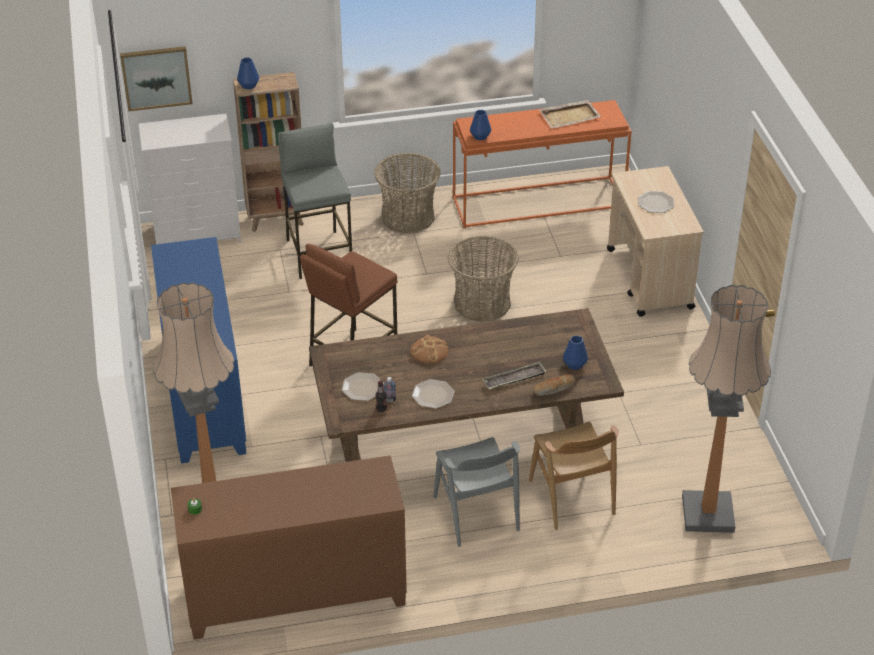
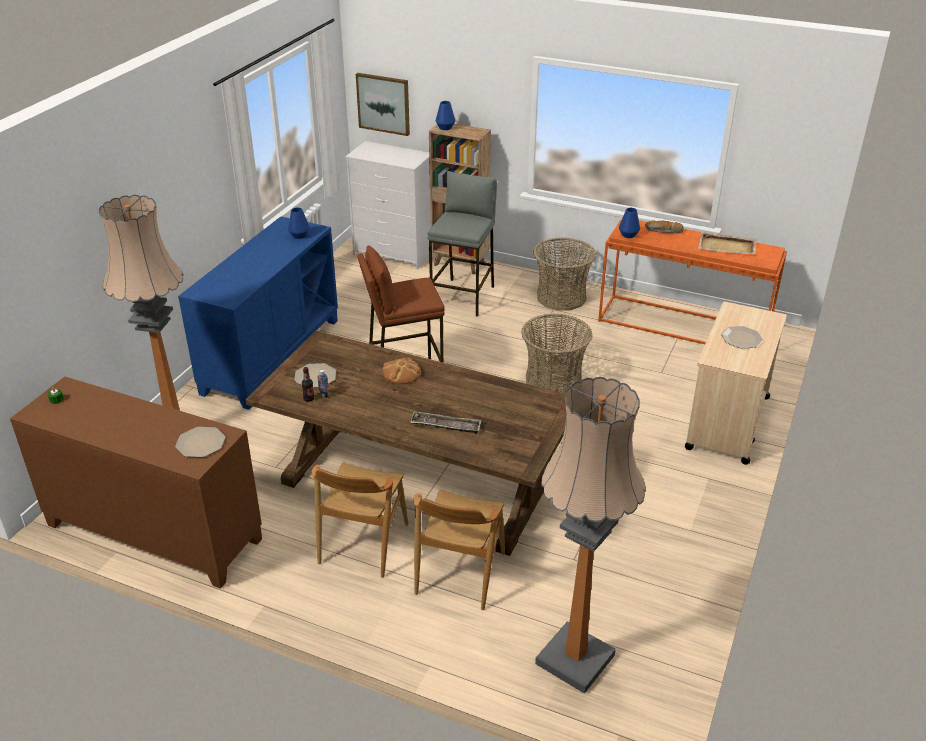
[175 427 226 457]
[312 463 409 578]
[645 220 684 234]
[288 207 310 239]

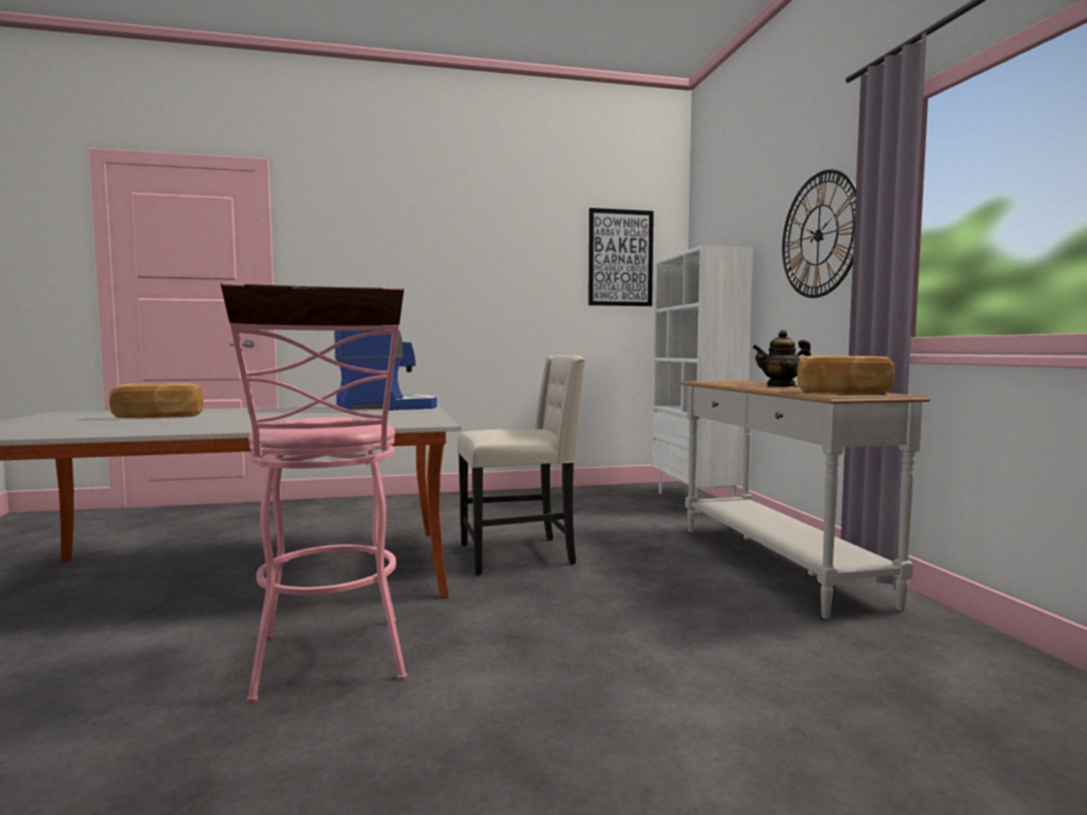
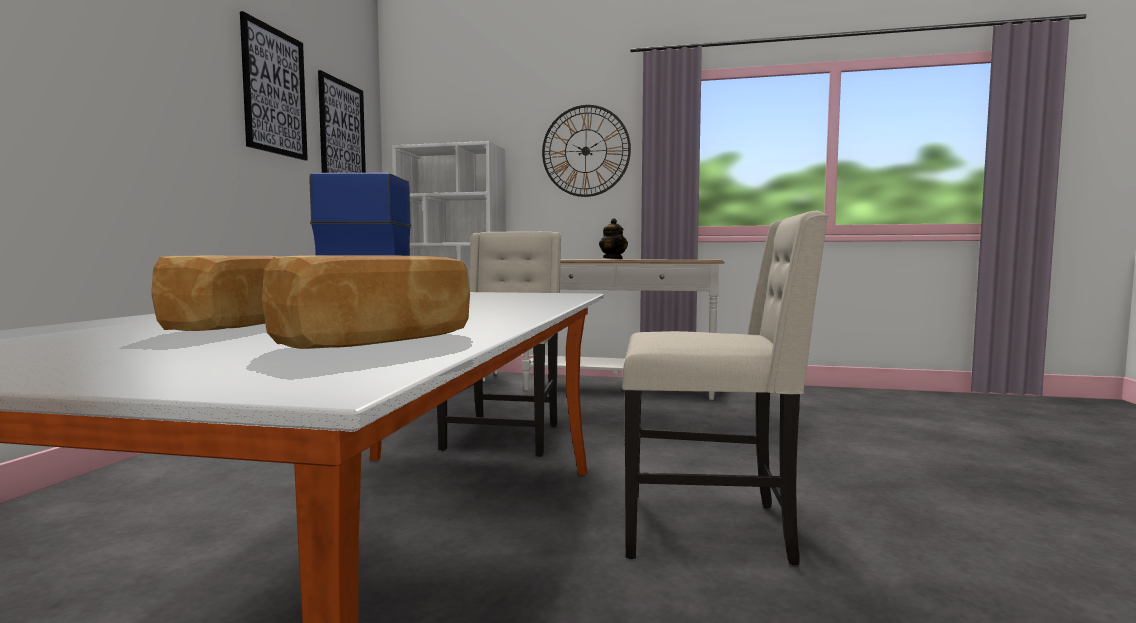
[622 211 828 565]
[599 218 628 259]
[262 255 470 349]
[240 11 308 161]

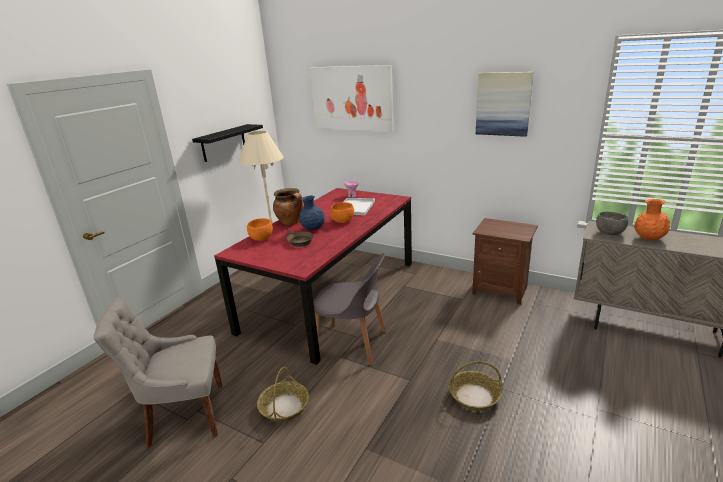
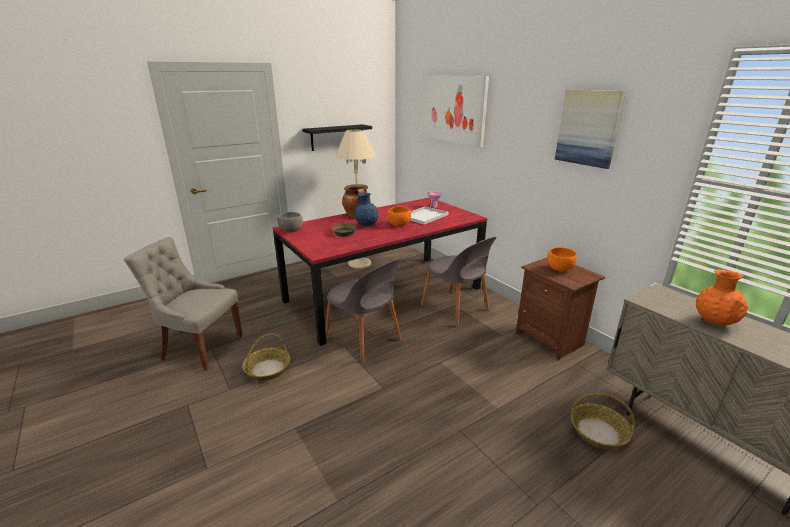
[547 247 577 271]
[571 393 635 449]
[278 212 303 232]
[421 237 497 327]

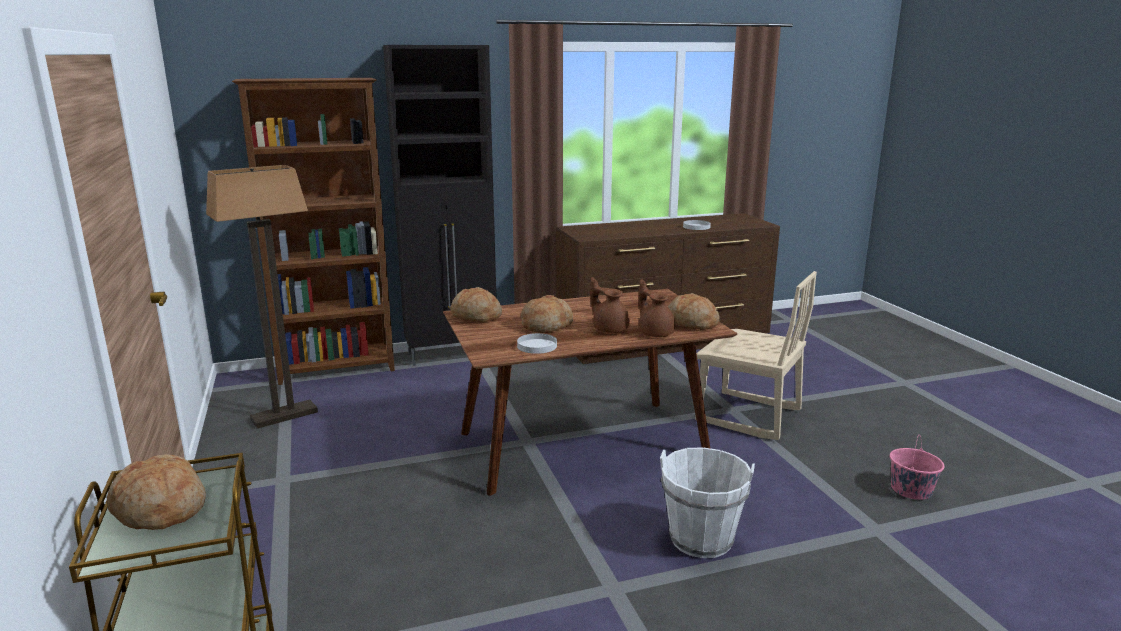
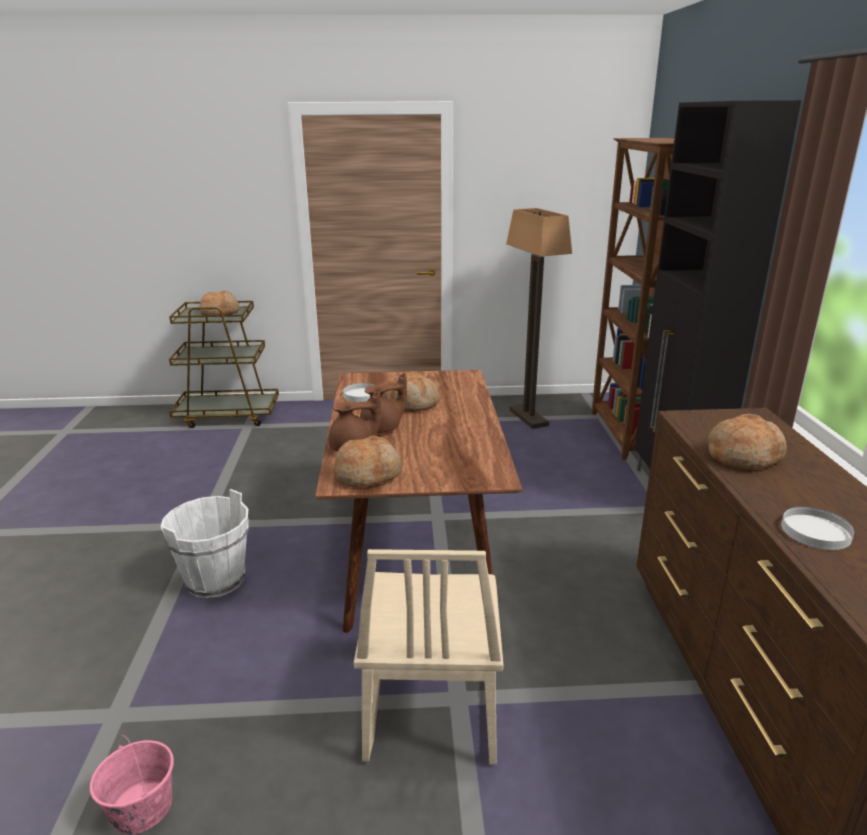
[708 414 787 470]
[354 549 503 765]

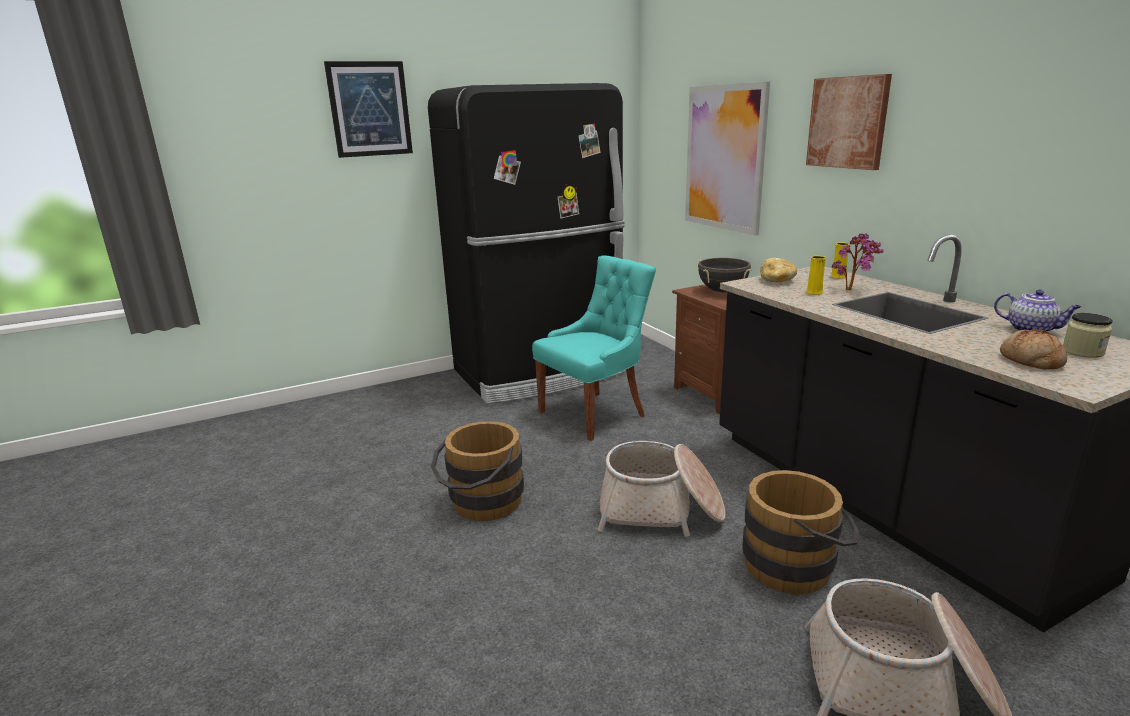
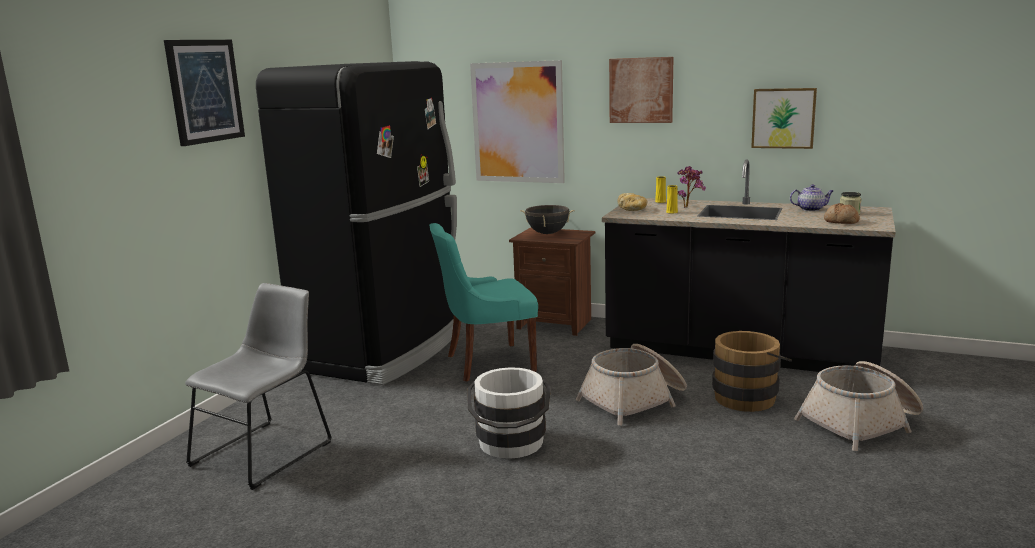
[467 367 551 459]
[429 223 538 382]
[185 283 332 490]
[751 88 817 149]

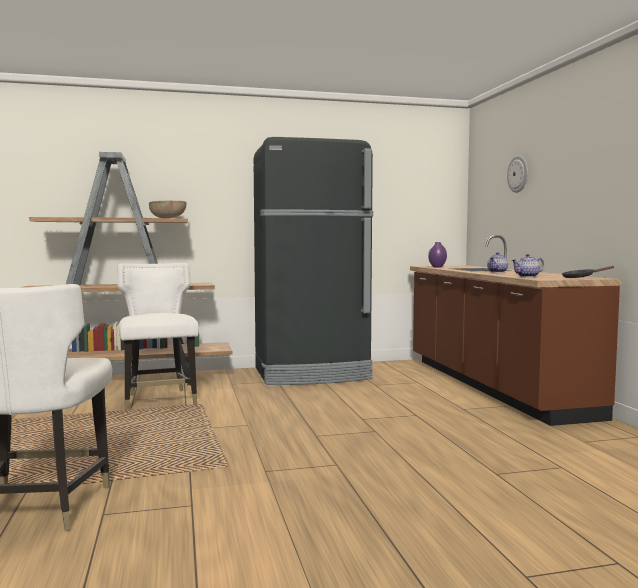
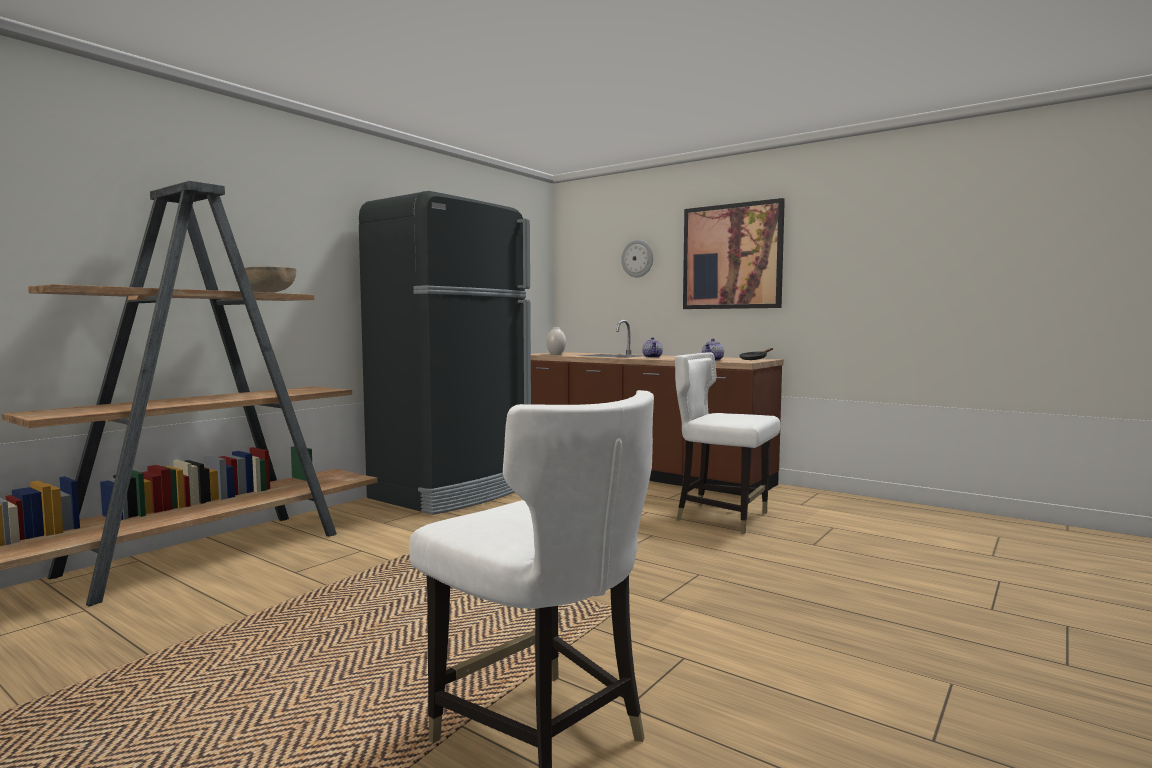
[675 352 780 534]
[546 327 566 355]
[683 198 785 309]

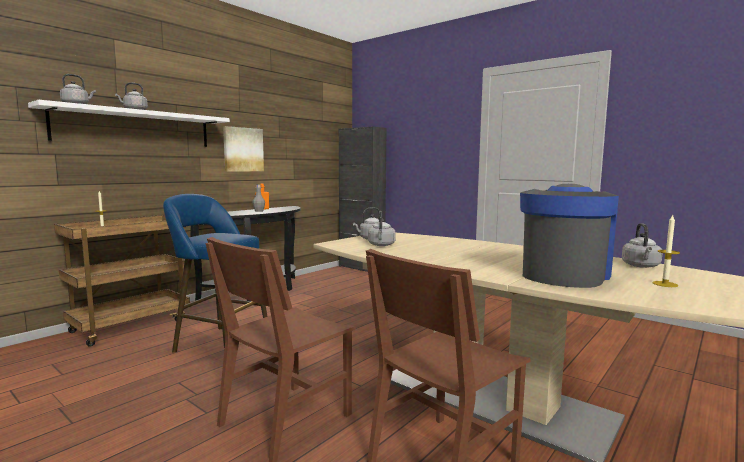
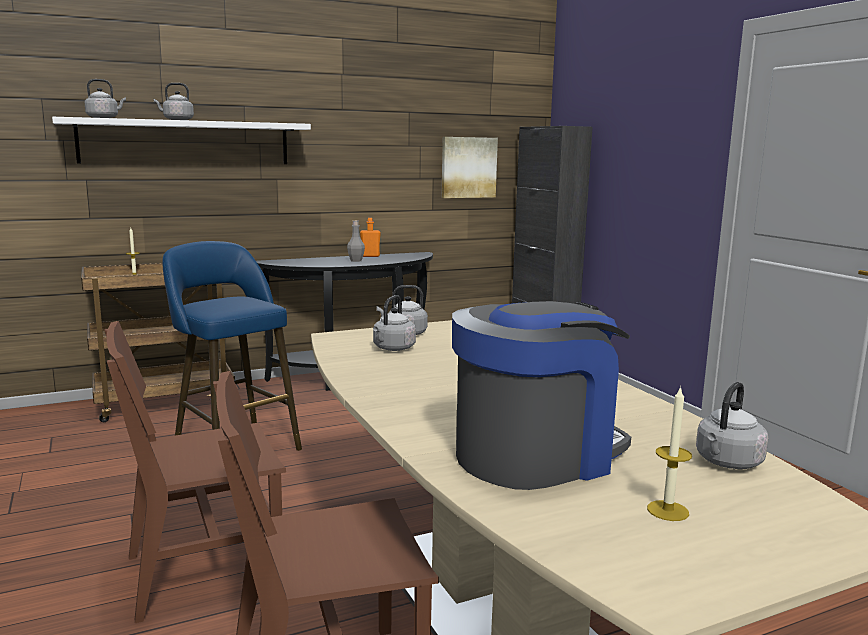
[441 137 498 198]

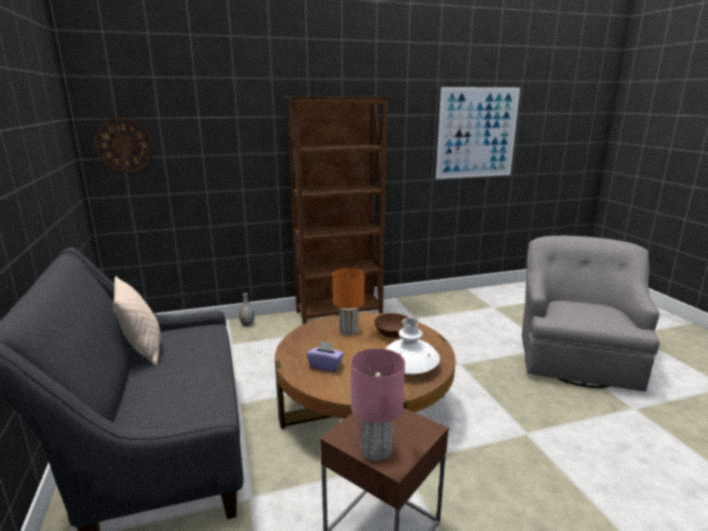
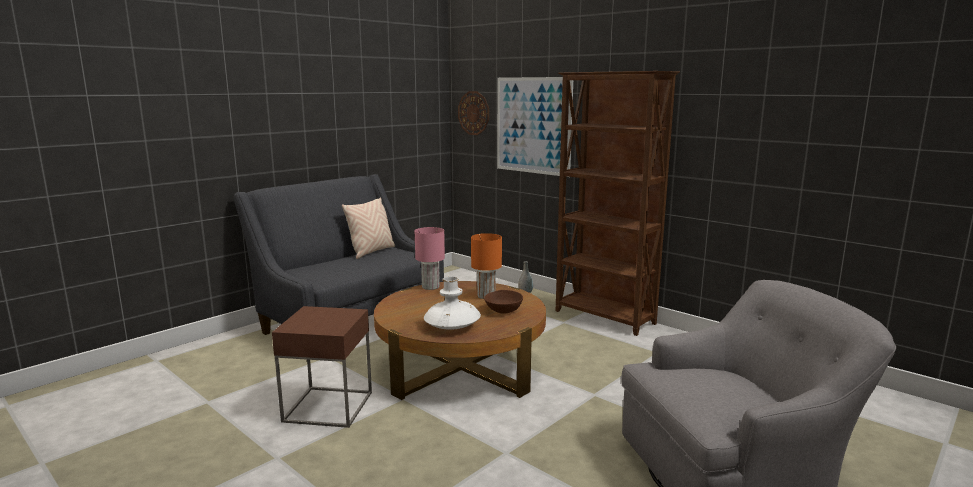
[307 341 344 372] (first image)
[415 227 445 290]
[497 77 573 177]

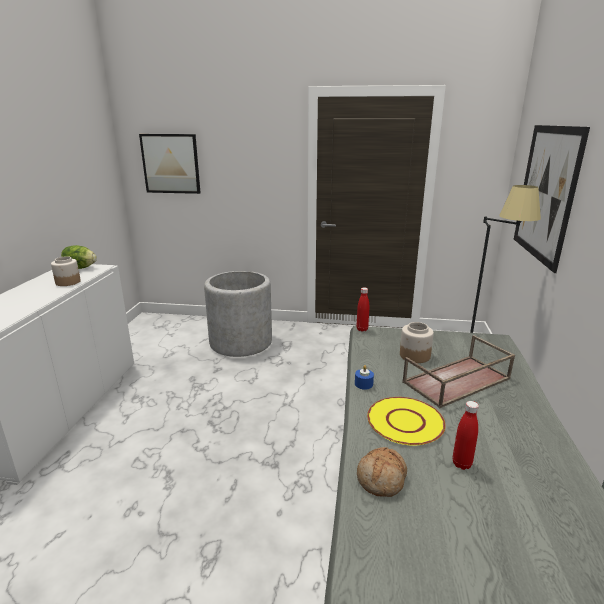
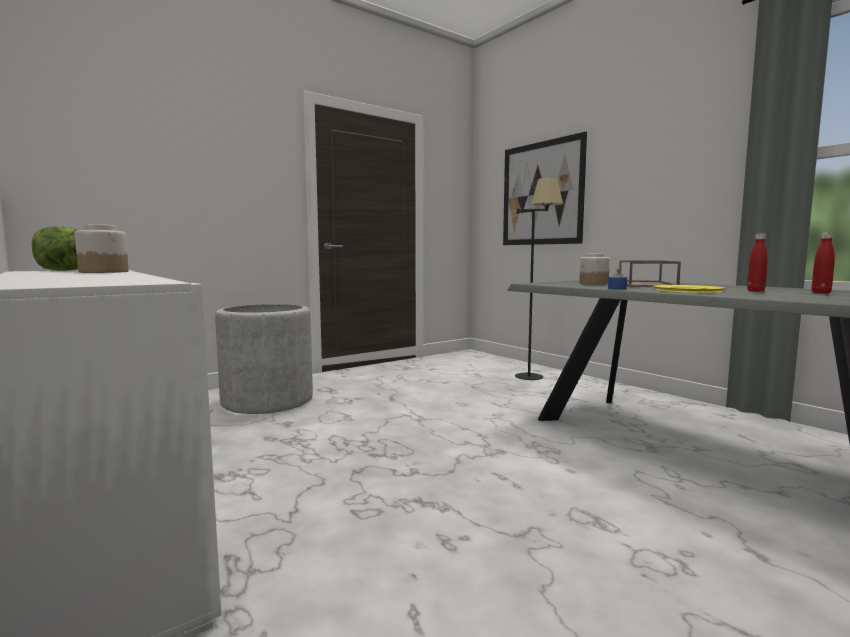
[139 134 201 194] (first image)
[811 233 835 294]
[357 447 407 497] (first image)

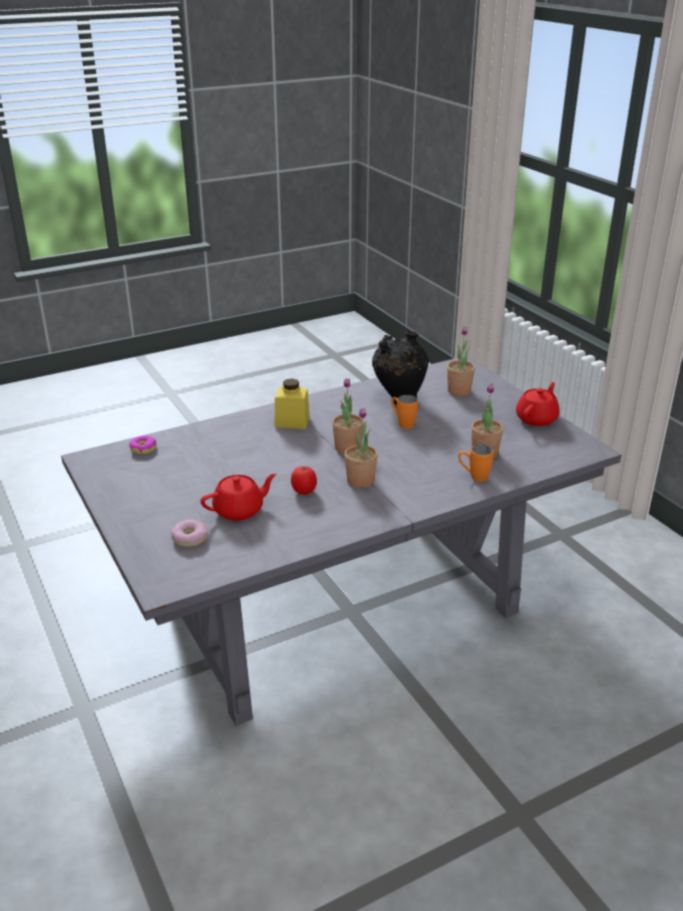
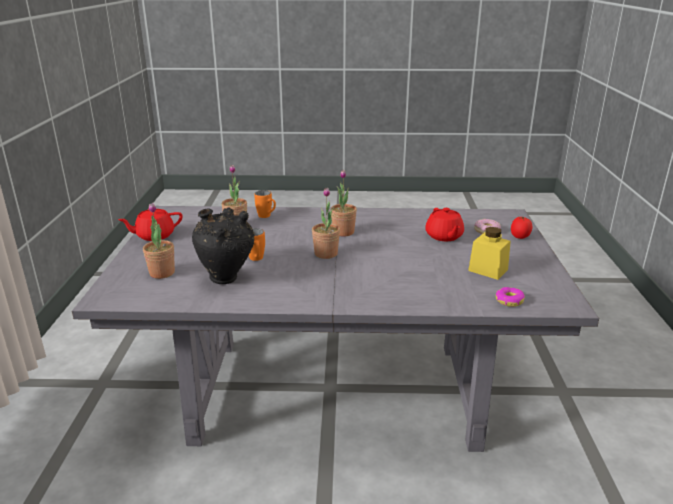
[425 208 464 241]
[468 227 511 280]
[511 217 532 239]

